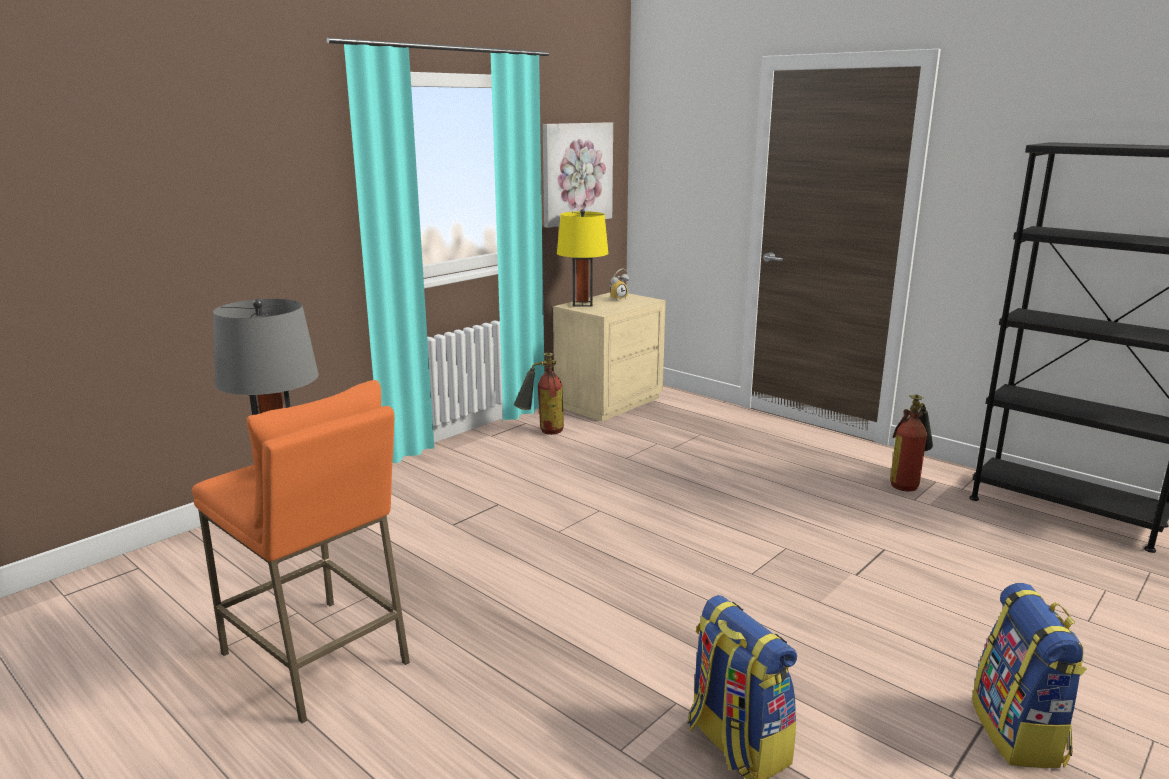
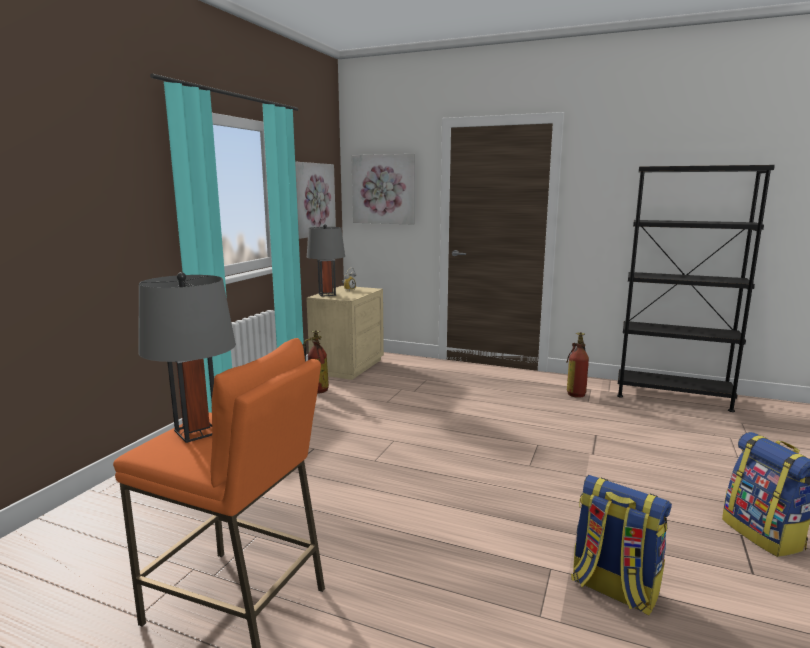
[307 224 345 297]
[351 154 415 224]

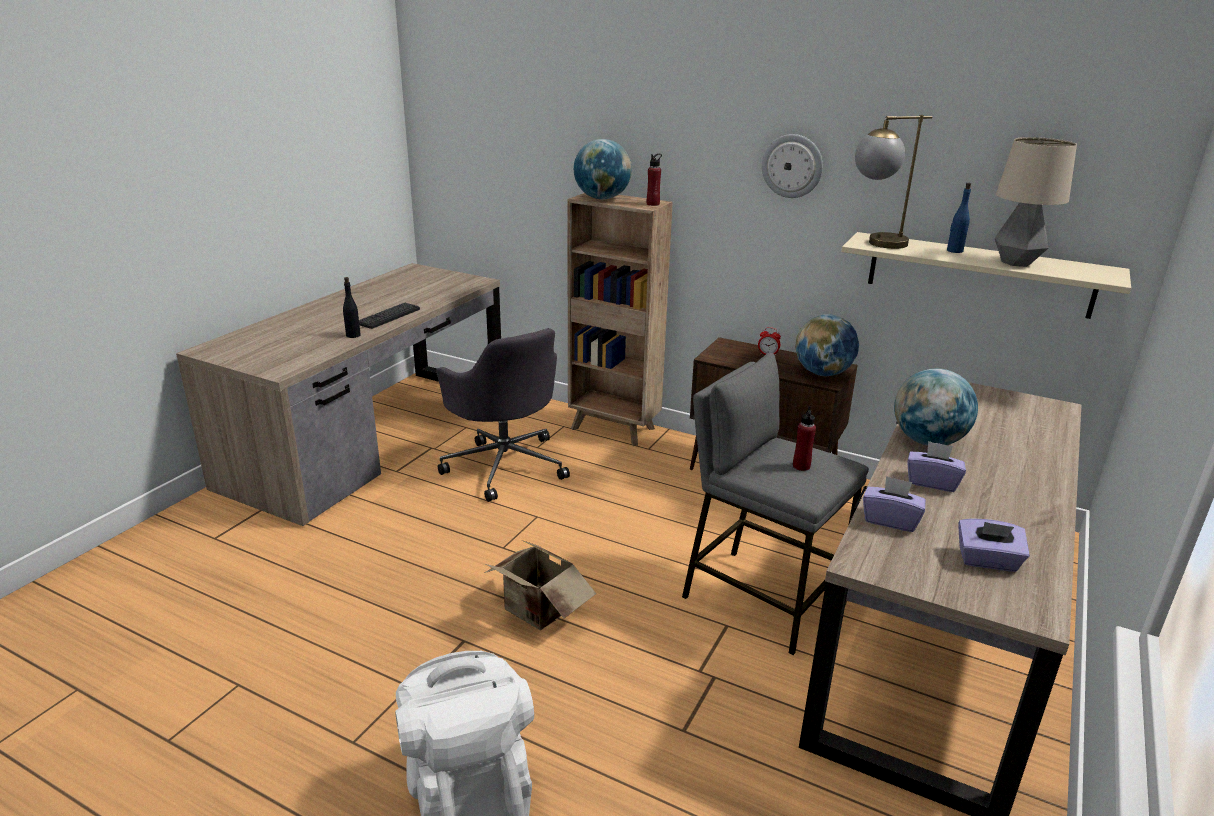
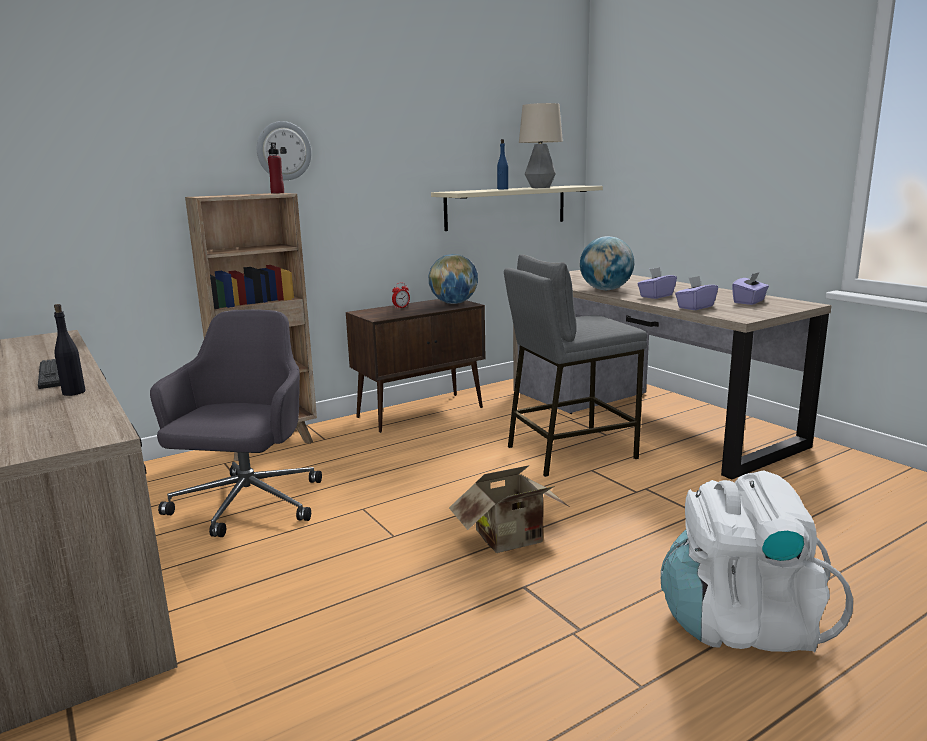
[150 309 322 537]
[574 139 632 199] (first image)
[257 121 312 180]
[793 406 816 471] (first image)
[855 115 933 249] (first image)

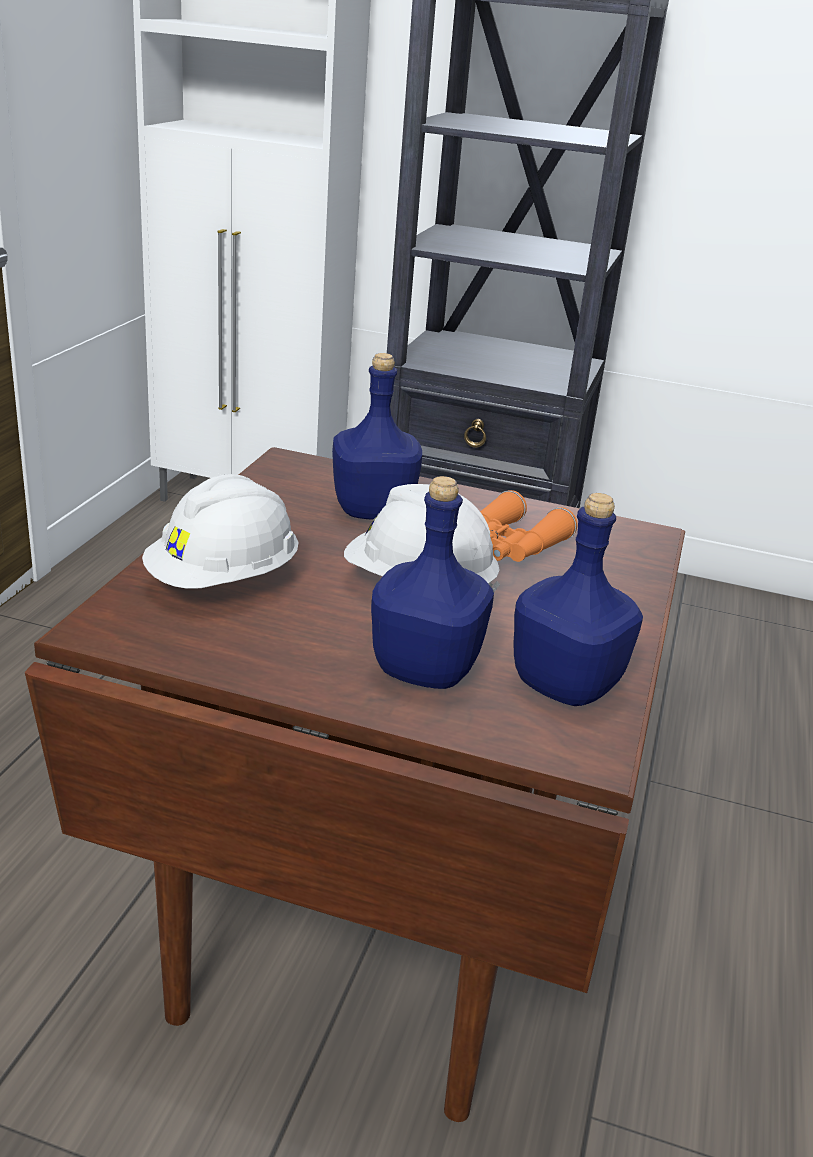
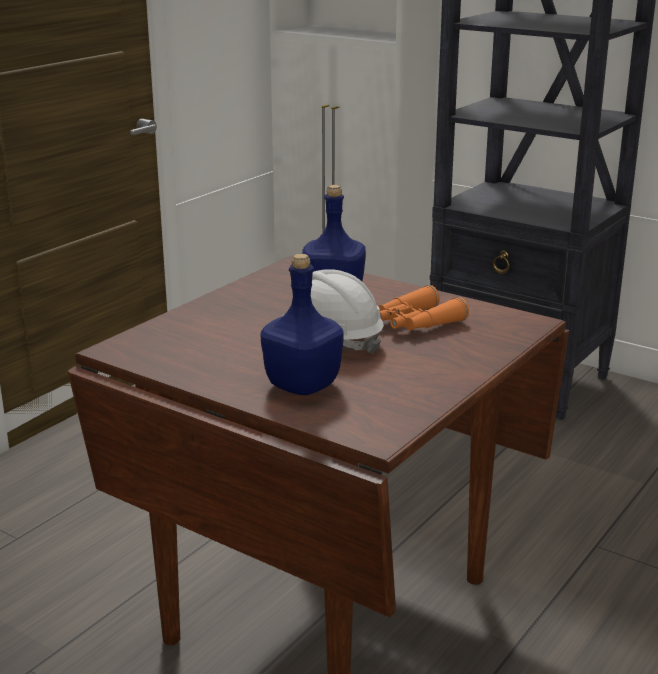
[142 474 299 589] (first image)
[514 493 643 706] (first image)

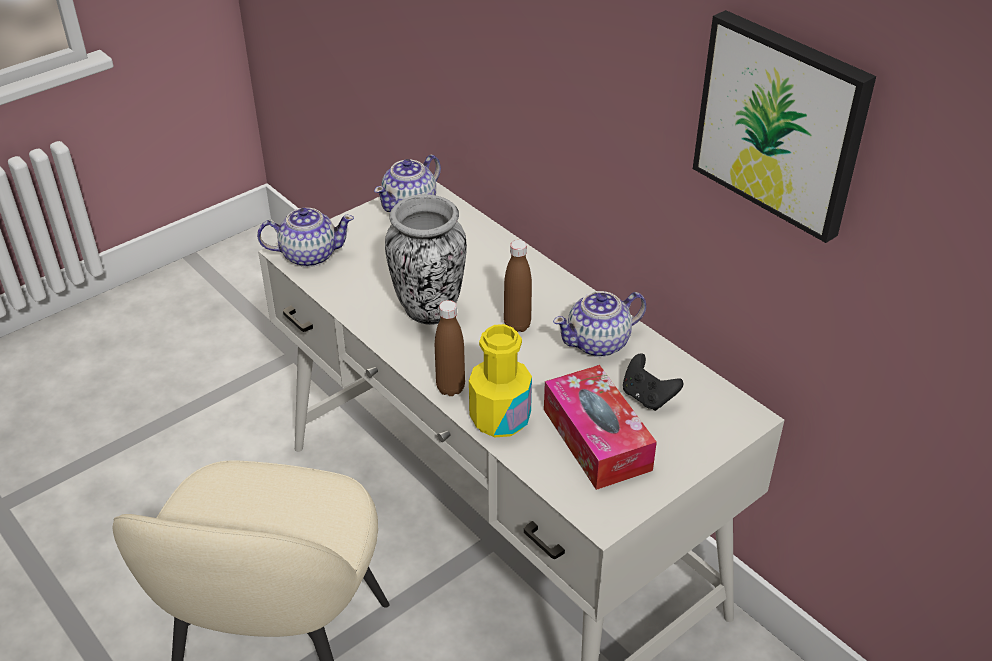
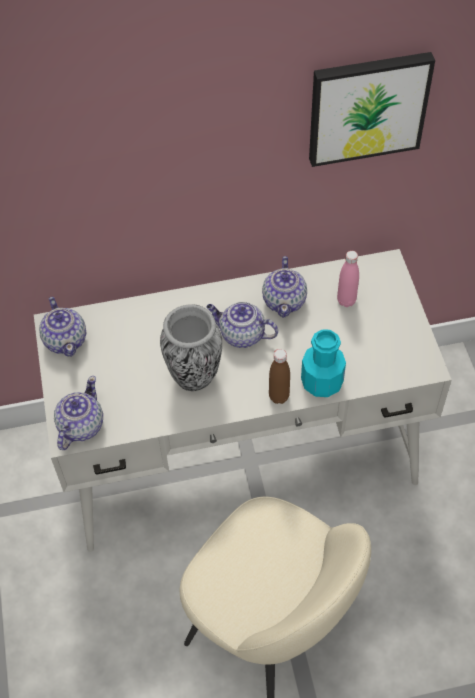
[301 329 346 397]
[206 302 278 348]
[544 365 657 490] (first image)
[337 251 359 307]

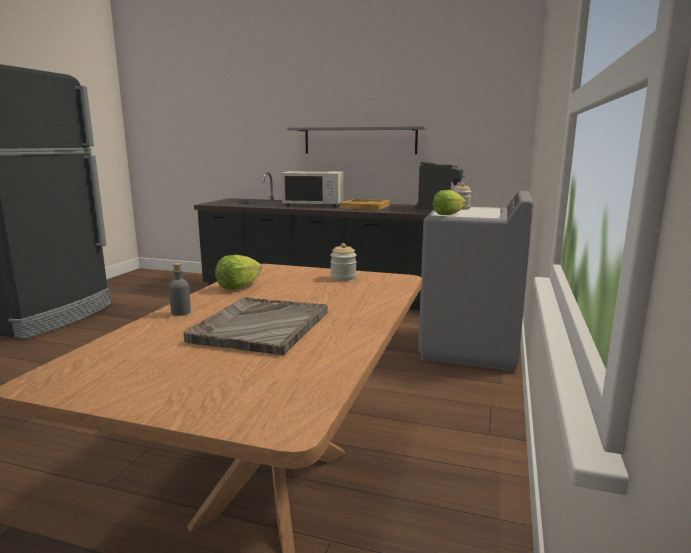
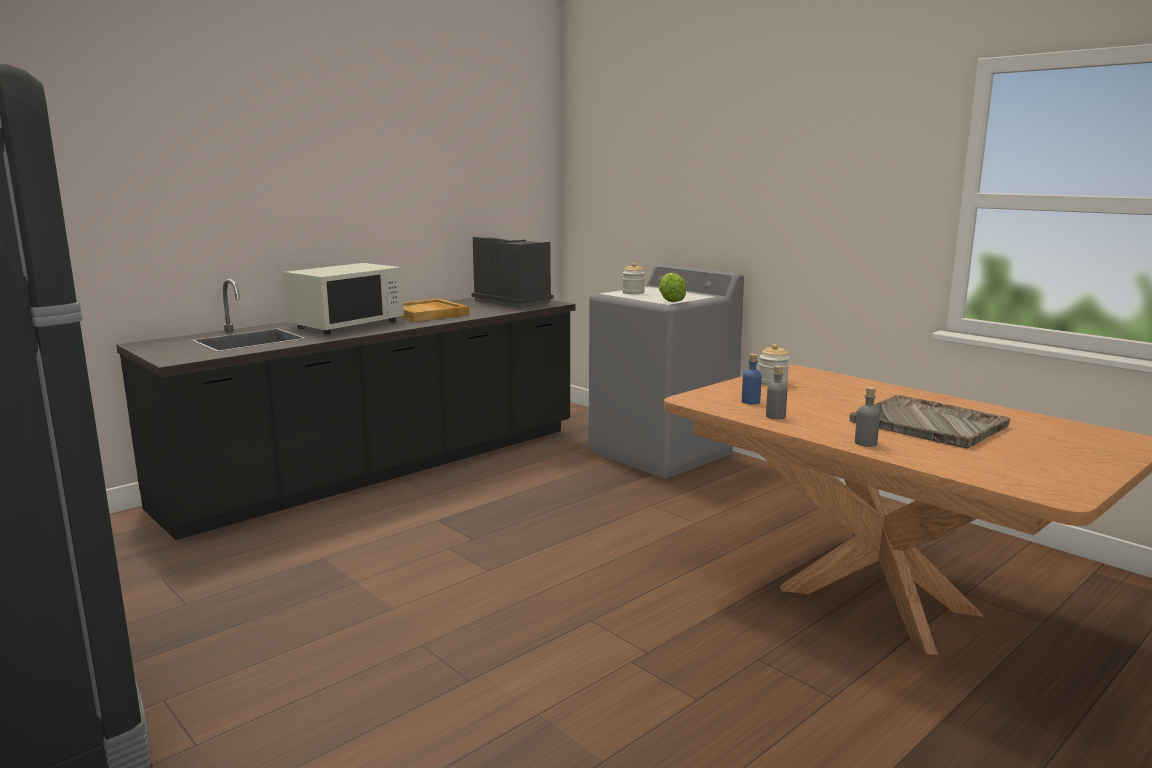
[766 365 787 419]
[287 126 428 154] (first image)
[742 354 762 404]

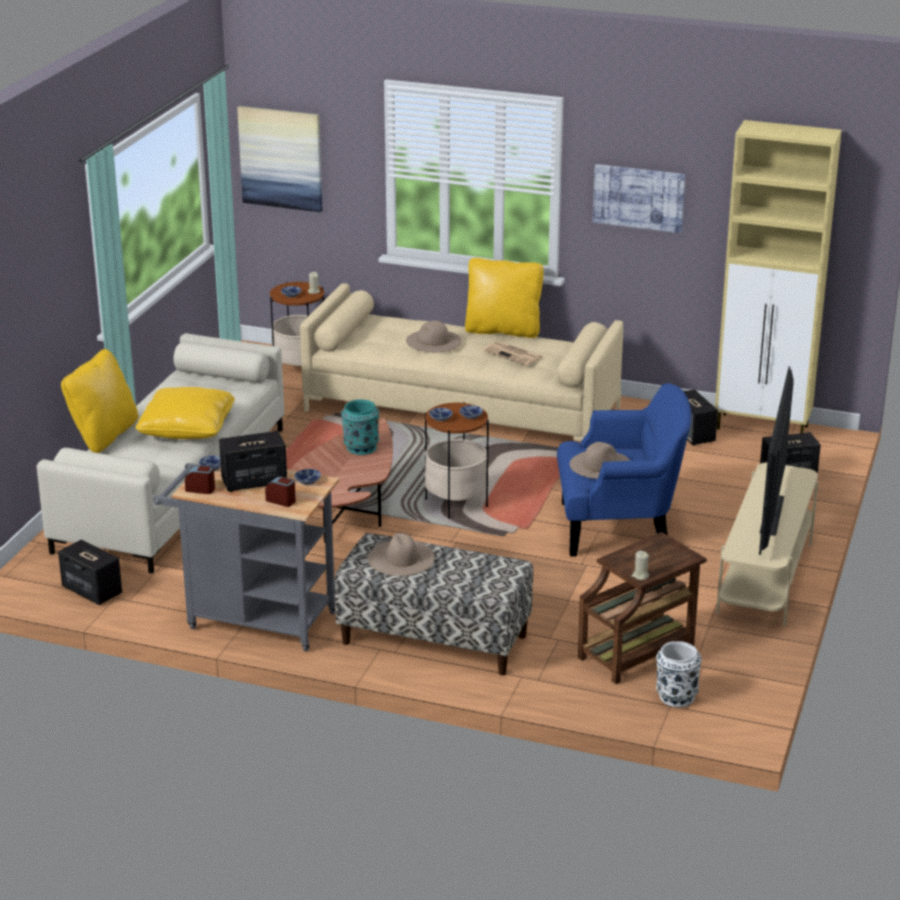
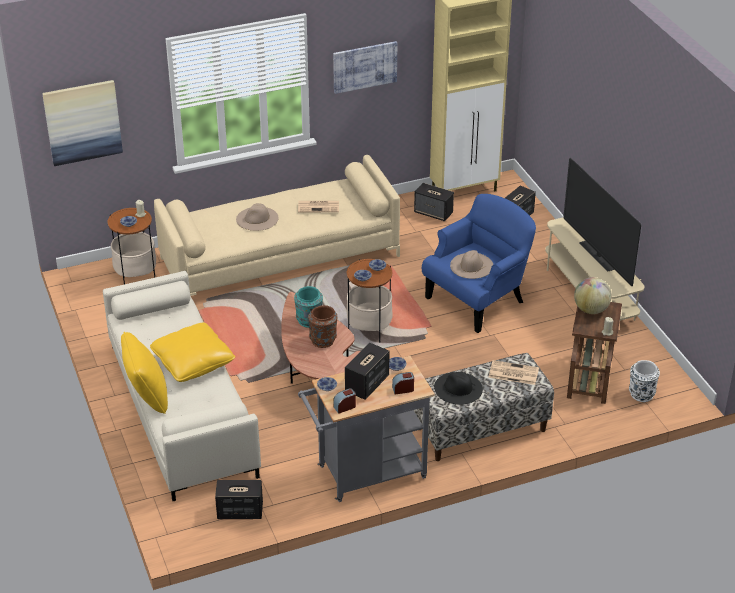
[434 372 483 404]
[465 258 544 338] (first image)
[308 305 338 348]
[488 360 539 385]
[574 277 612 314]

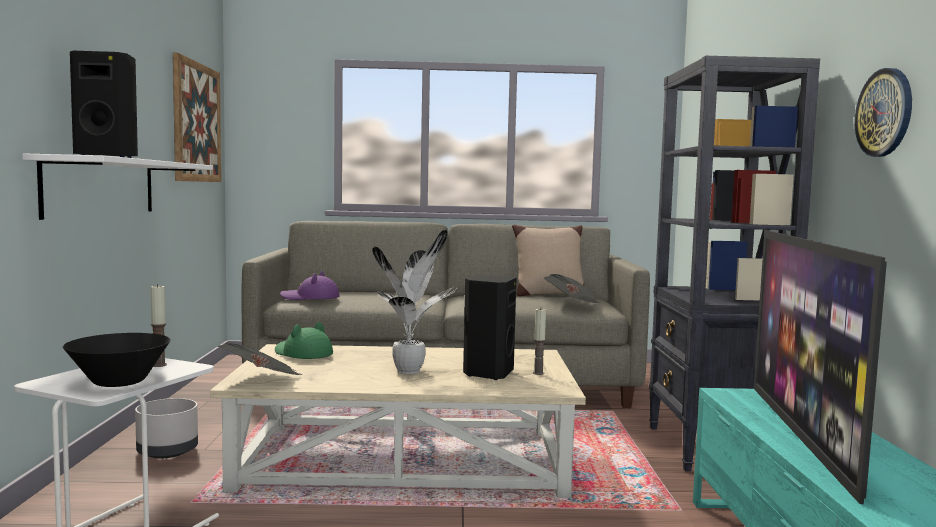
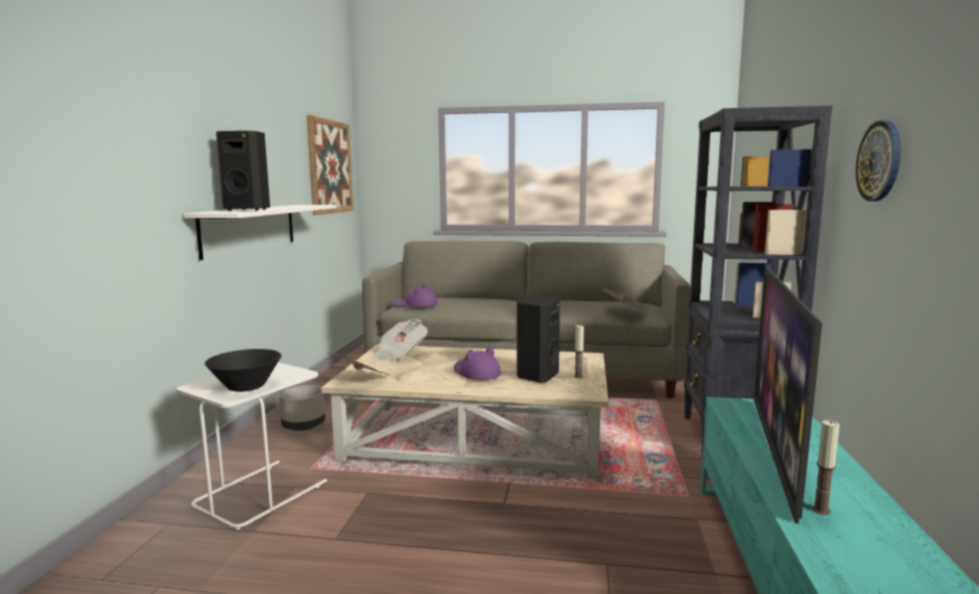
[812 420 840 515]
[373 319 428 361]
[454 347 501 380]
[512 225 584 296] (first image)

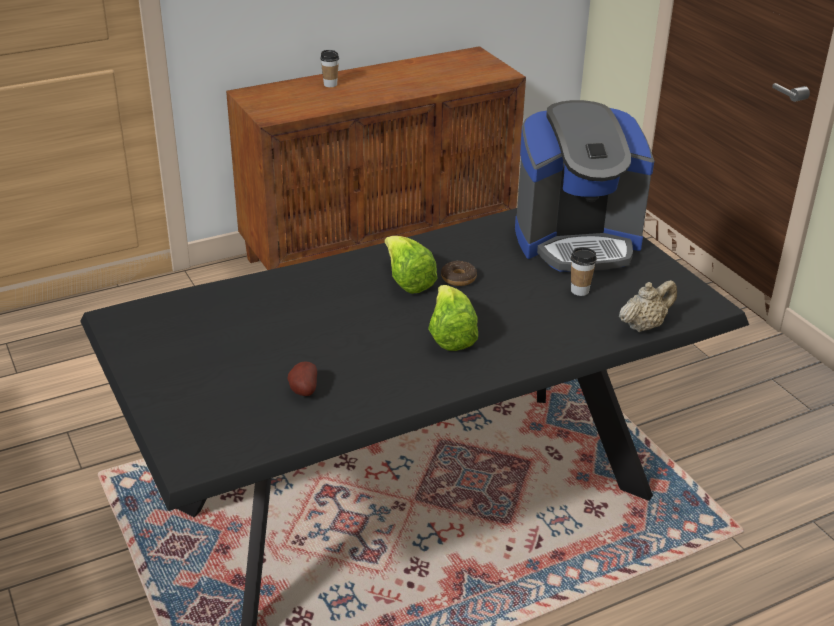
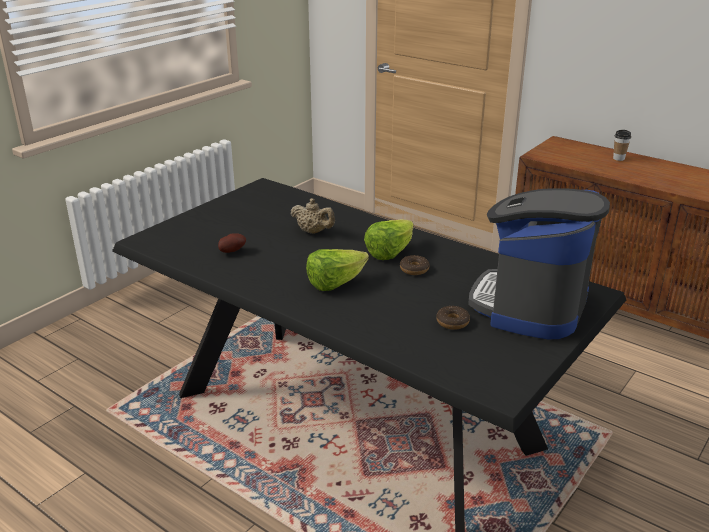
[468 188 610 339]
[436 306 470 330]
[290 198 335 234]

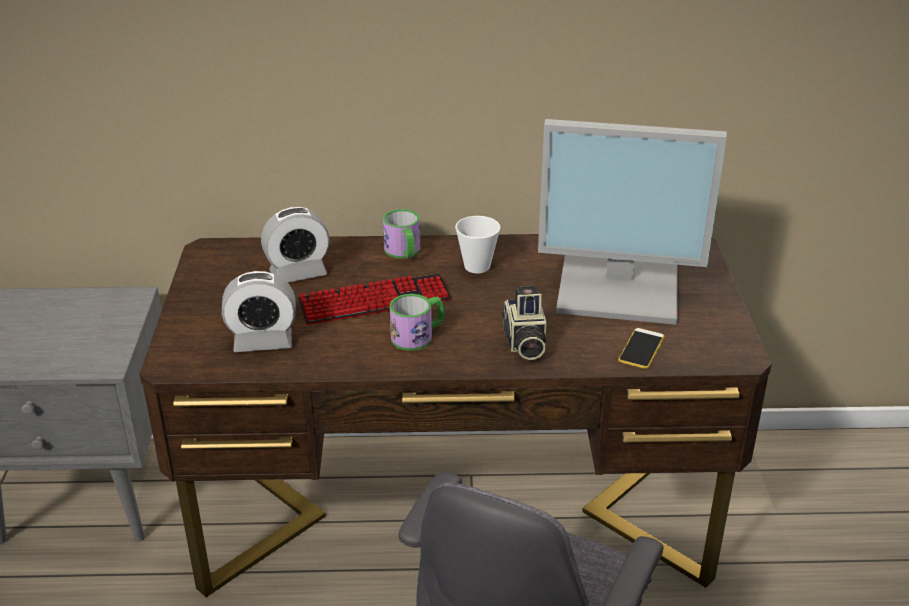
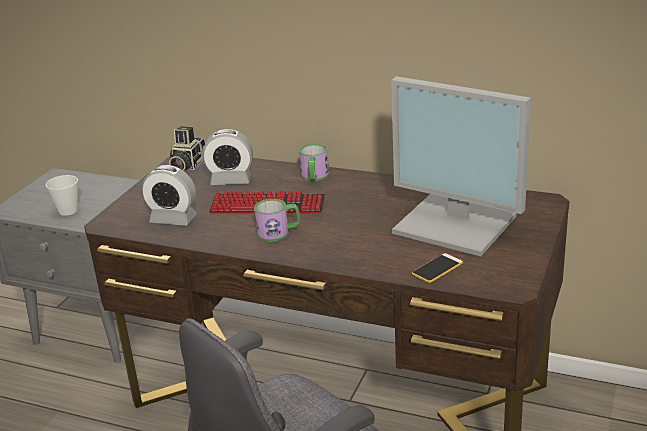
[46 175 78 216]
[169 126 205 171]

